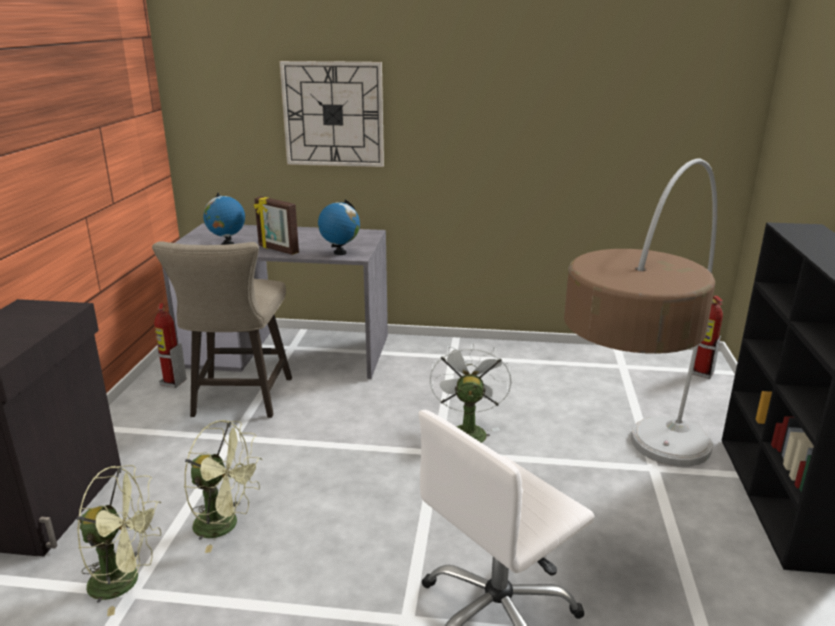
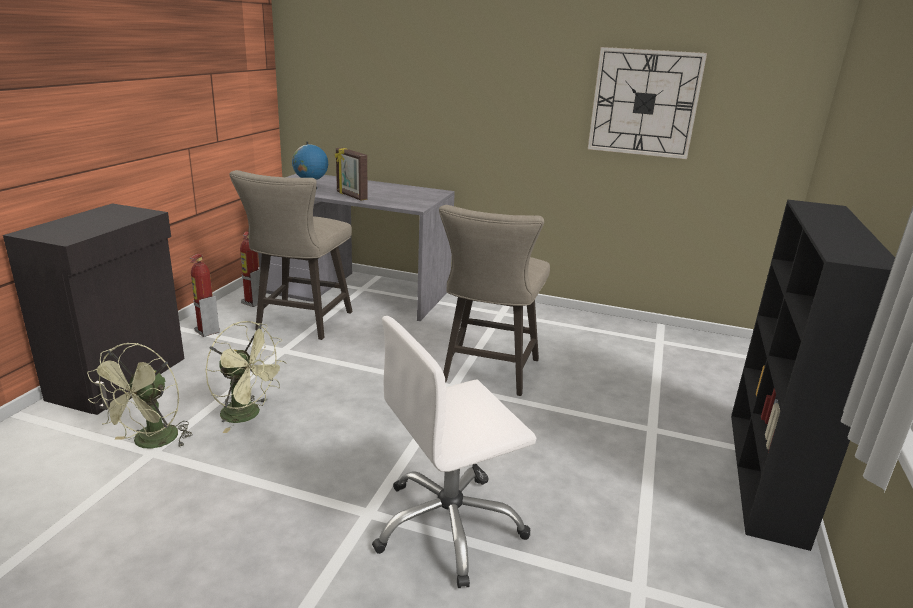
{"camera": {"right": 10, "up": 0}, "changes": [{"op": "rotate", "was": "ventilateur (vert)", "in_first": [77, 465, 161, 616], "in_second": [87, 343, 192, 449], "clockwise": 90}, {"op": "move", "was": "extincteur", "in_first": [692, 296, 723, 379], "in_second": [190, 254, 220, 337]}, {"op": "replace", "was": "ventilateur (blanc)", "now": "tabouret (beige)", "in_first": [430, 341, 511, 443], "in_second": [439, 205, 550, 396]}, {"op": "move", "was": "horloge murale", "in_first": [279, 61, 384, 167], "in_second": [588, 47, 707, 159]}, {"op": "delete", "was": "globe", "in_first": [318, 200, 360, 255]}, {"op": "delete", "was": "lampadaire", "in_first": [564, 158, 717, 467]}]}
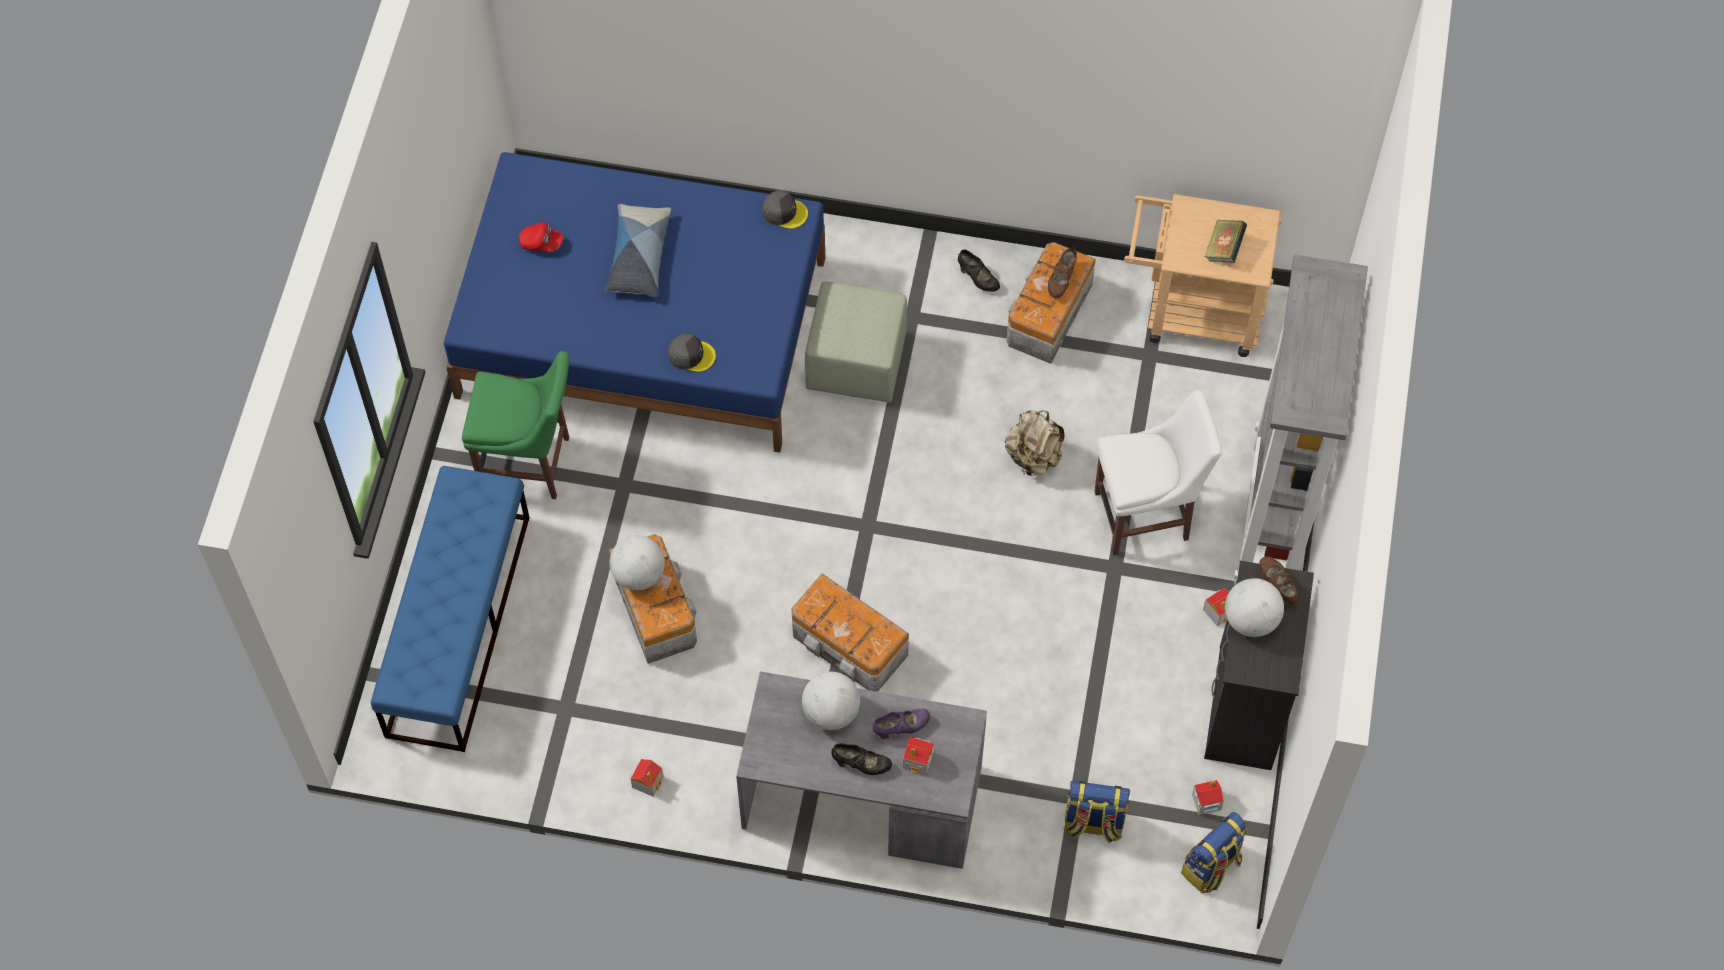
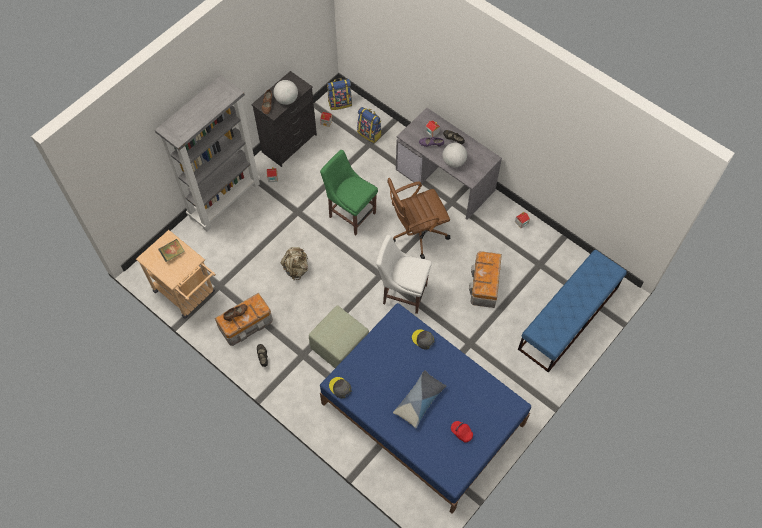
{"camera": {"right": -150, "up": 0}, "changes": [{"op": "move", "was": "chaise (vert)", "in_first": [462, 351, 569, 499], "in_second": [320, 150, 378, 235]}, {"op": "move", "was": "chaise (blanc)", "in_first": [1095, 390, 1222, 555], "in_second": [376, 235, 432, 314]}, {"op": "replace", "was": "boîte de rangement", "now": "chaise de bureau (marron)", "in_first": [791, 573, 909, 691], "in_second": [387, 178, 451, 259]}, {"op": "delete", "was": "globe", "in_first": [610, 535, 665, 590]}]}
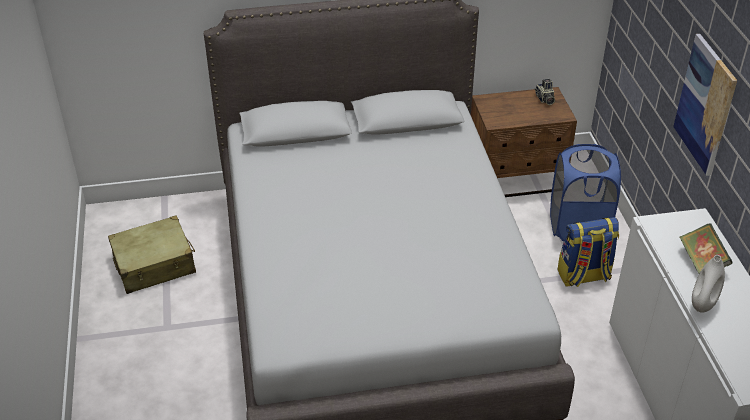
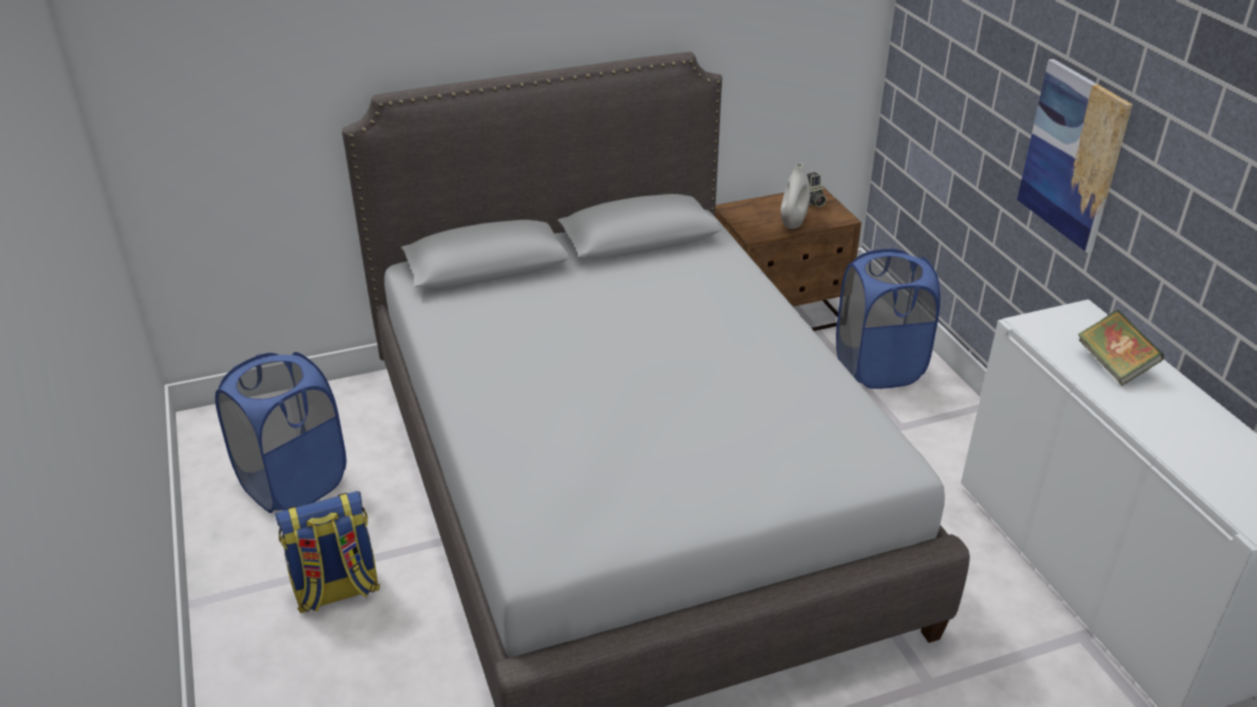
{"camera": {"right": -10, "up": -5}, "changes": [{"op": "replace", "was": "valise (beige)", "now": "panier à linge (bleu)", "in_first": [108, 216, 196, 294], "in_second": [215, 352, 346, 513]}, {"op": "move", "was": "sac à dos", "in_first": [558, 217, 619, 287], "in_second": [275, 491, 380, 613]}, {"op": "move", "was": "vase (blanc)", "in_first": [692, 255, 725, 313], "in_second": [780, 163, 810, 229]}]}
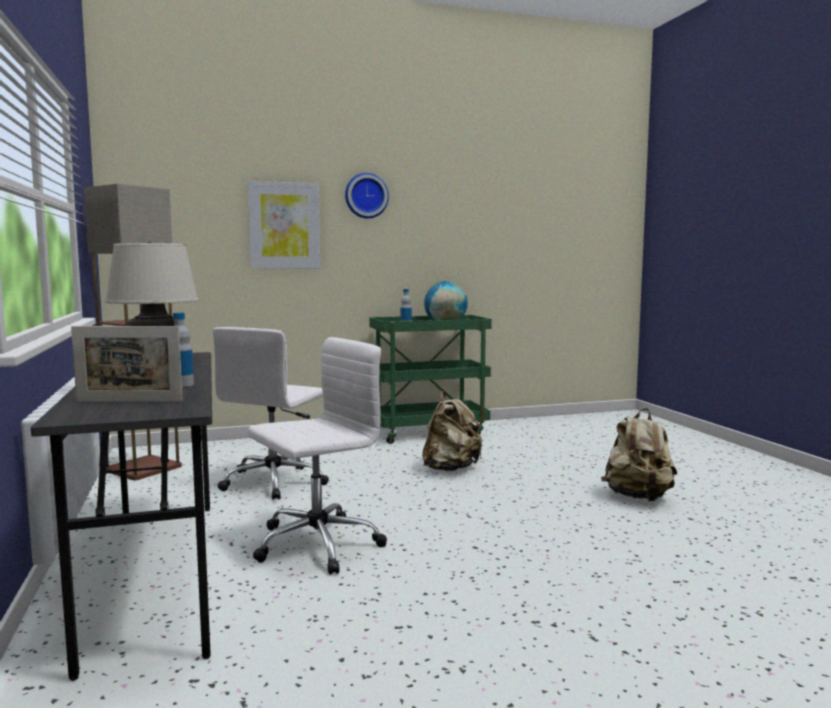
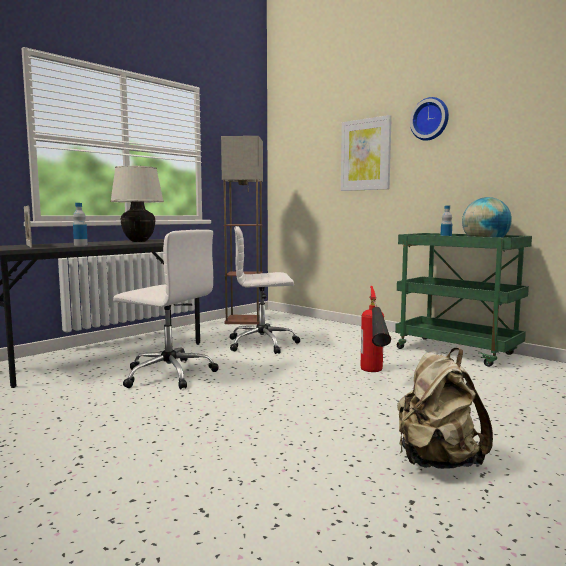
{"camera": {"right": 60, "up": 0}, "changes": [{"op": "replace", "was": "sac à dos (beige)", "now": "extincteur", "in_first": [422, 391, 482, 471], "in_second": [361, 286, 391, 372]}]}
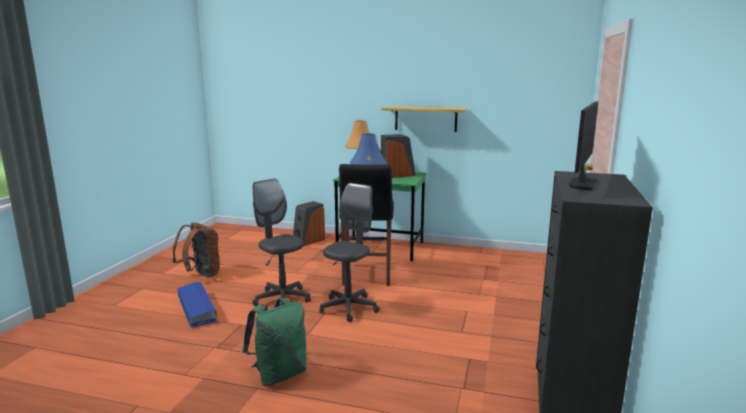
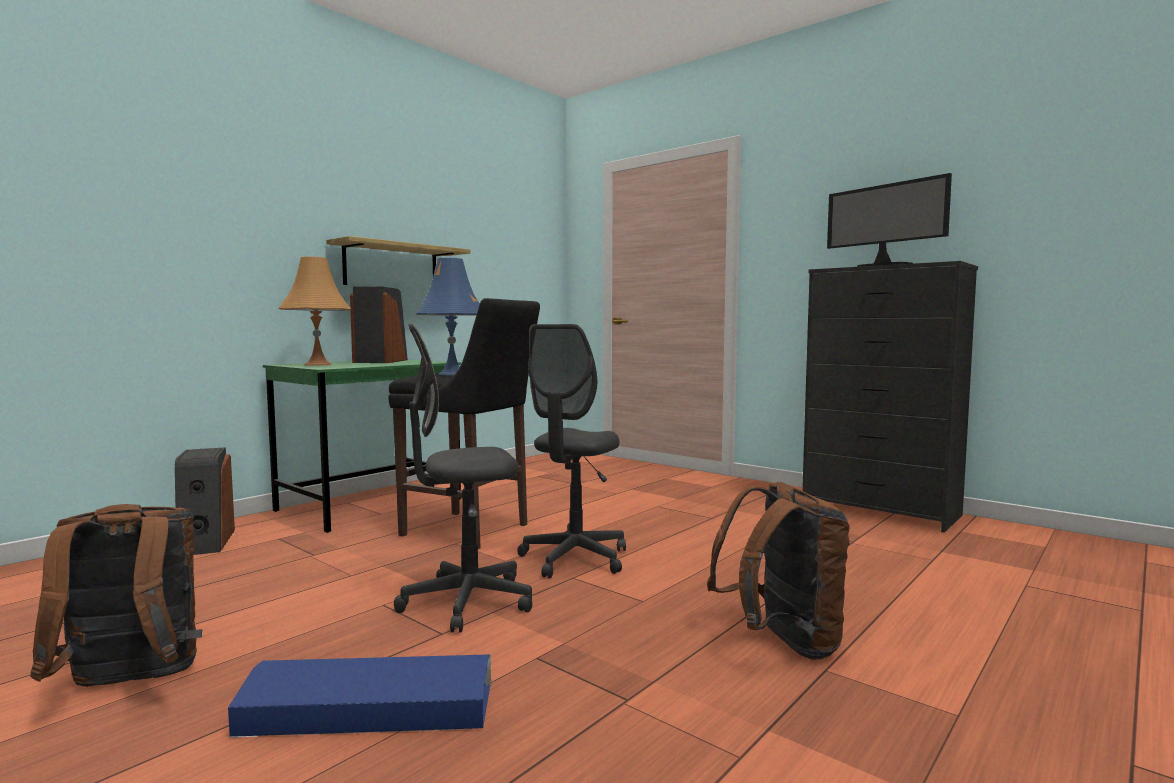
{"camera": {"right": -65, "up": -10}, "changes": [{"op": "rotate", "was": "chaise de bureau (gris)", "in_first": [319, 183, 380, 322], "in_second": [517, 324, 626, 578], "clockwise": -120}, {"op": "recolor", "was": "sac à dos (vert)", "now": "sac à dos (marron)", "in_first": [242, 298, 307, 386], "in_second": [707, 482, 850, 660]}]}
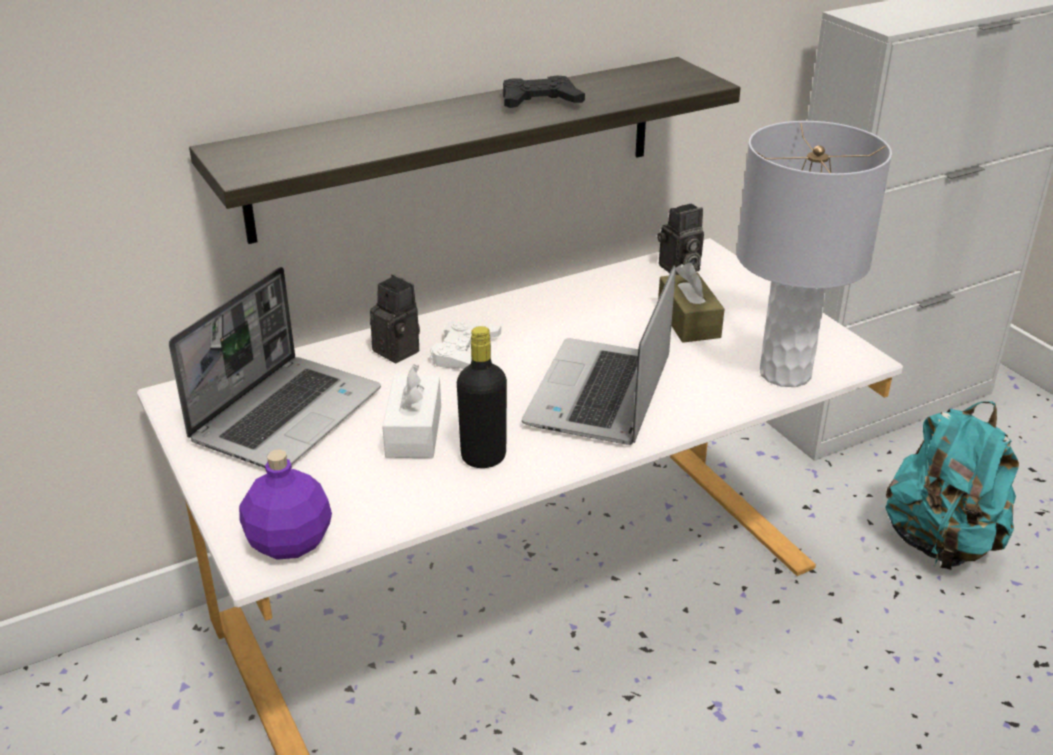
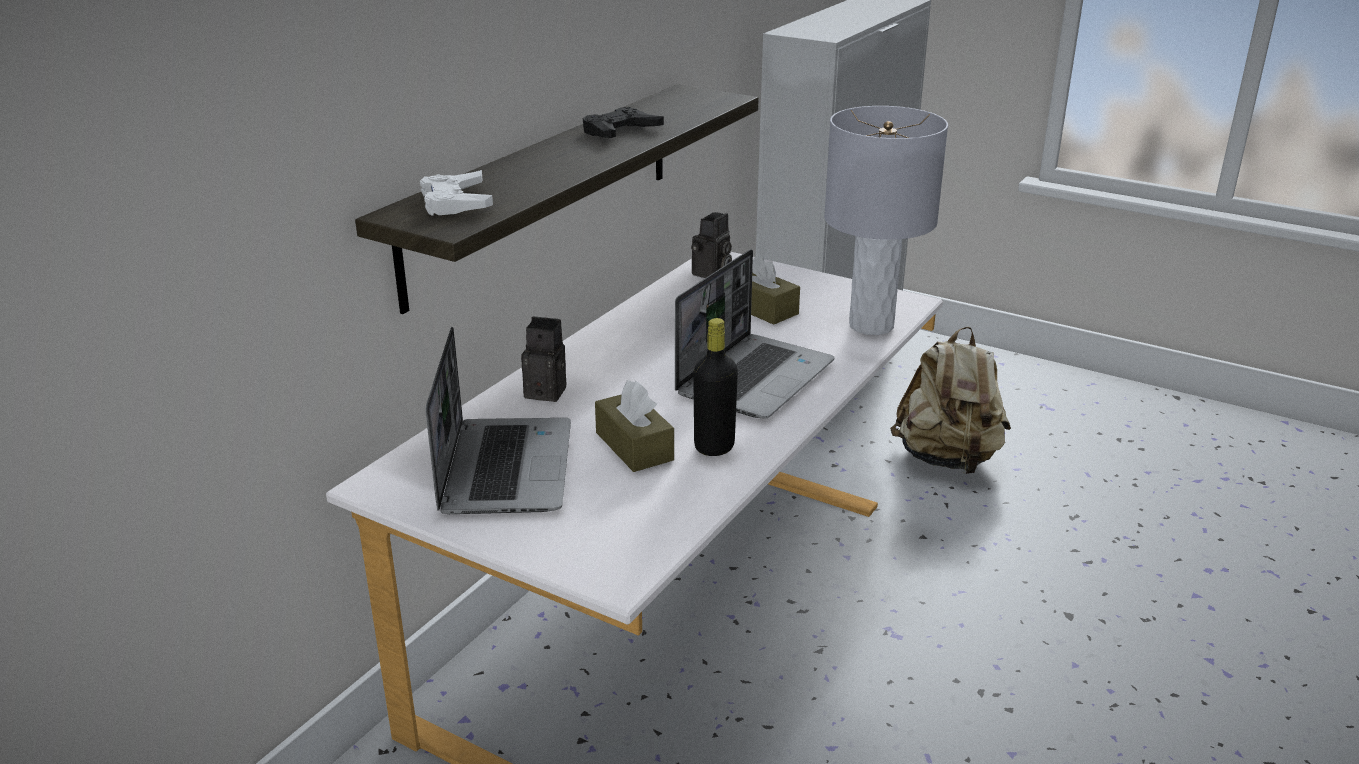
{"camera": {"right": -30, "up": -5}, "changes": [{"op": "move", "was": "manette (blanc)", "in_first": [430, 321, 501, 369], "in_second": [420, 170, 493, 216]}, {"op": "recolor", "was": "boîte à mouchoirs (blanc)", "now": "boîte à mouchoirs (marron)", "in_first": [382, 364, 441, 458], "in_second": [595, 380, 674, 472]}, {"op": "rotate", "was": "ordinateur portable", "in_first": [522, 265, 675, 445], "in_second": [675, 249, 835, 418], "clockwise": -135}, {"op": "recolor", "was": "sac à dos (turquoise)", "now": "sac à dos (beige)", "in_first": [885, 401, 1019, 570], "in_second": [890, 326, 1011, 474]}, {"op": "delete", "was": "bouteille (violet)", "in_first": [239, 450, 332, 560]}]}
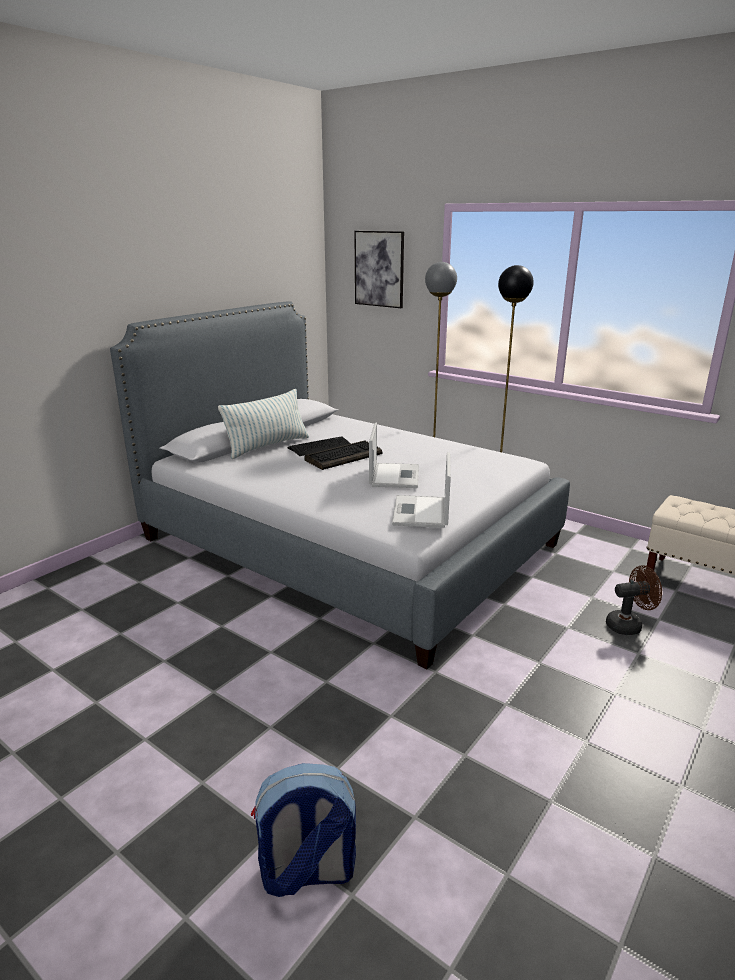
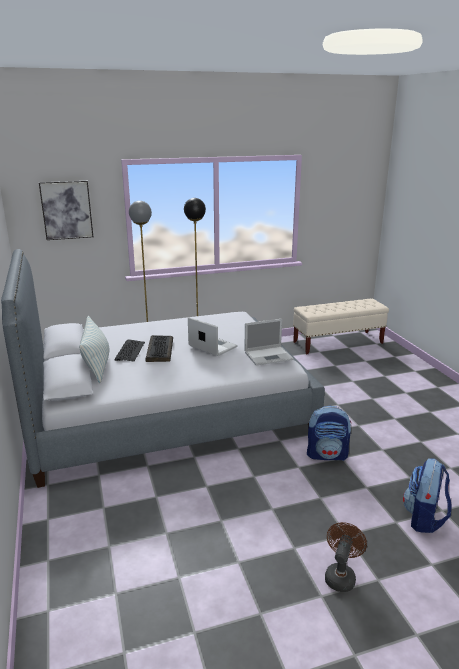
{"camera": {"right": -55, "up": 0}, "changes": [{"op": "rotate", "was": "ordinateur portable", "in_first": [392, 452, 451, 528], "in_second": [244, 319, 294, 366], "clockwise": -60}, {"op": "insert", "now": "sac à dos", "in_second": [307, 406, 351, 461]}, {"op": "move", "was": "ventilateur (marron)", "in_first": [606, 565, 662, 635], "in_second": [325, 522, 367, 592]}]}
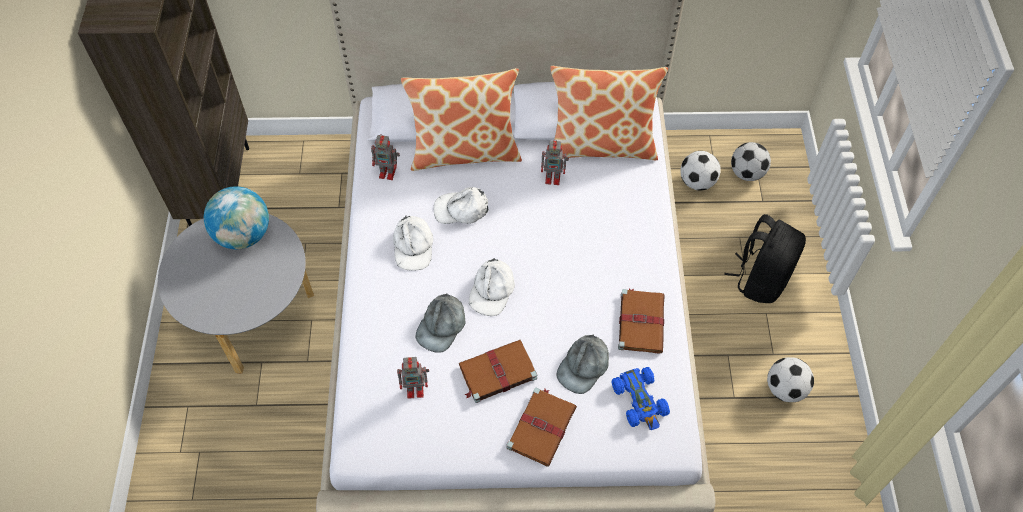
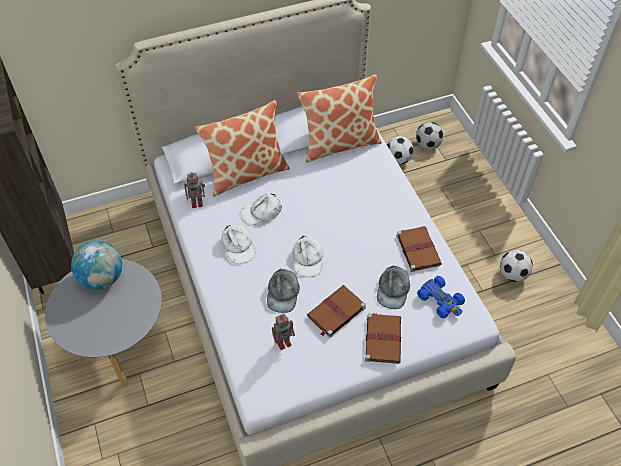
{"camera": {"right": -20, "up": -5}, "changes": [{"op": "delete", "was": "robot jouet", "in_first": [541, 140, 569, 185]}, {"op": "delete", "was": "sac à dos (noir)", "in_first": [724, 214, 806, 303]}]}
